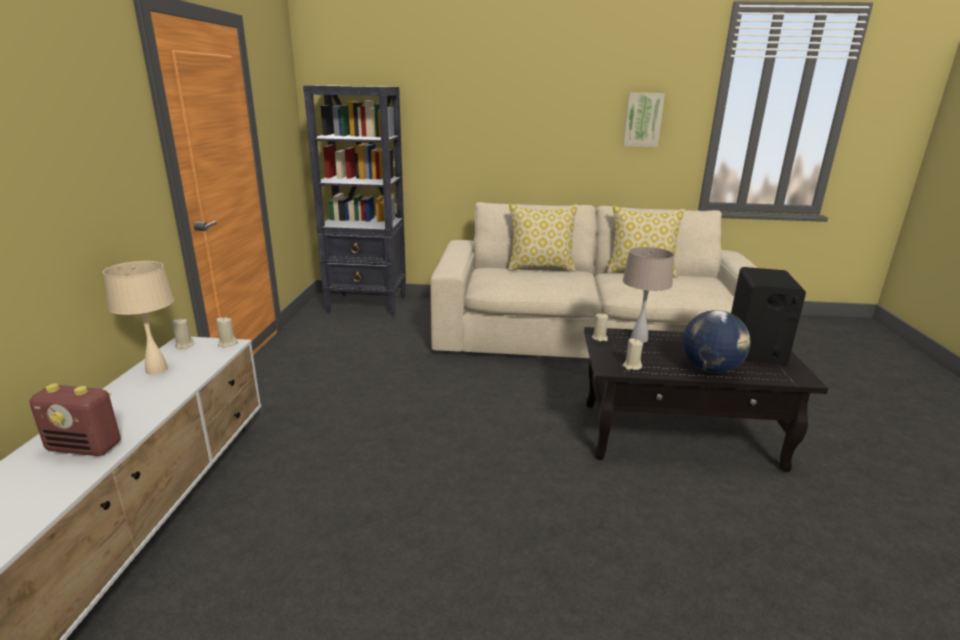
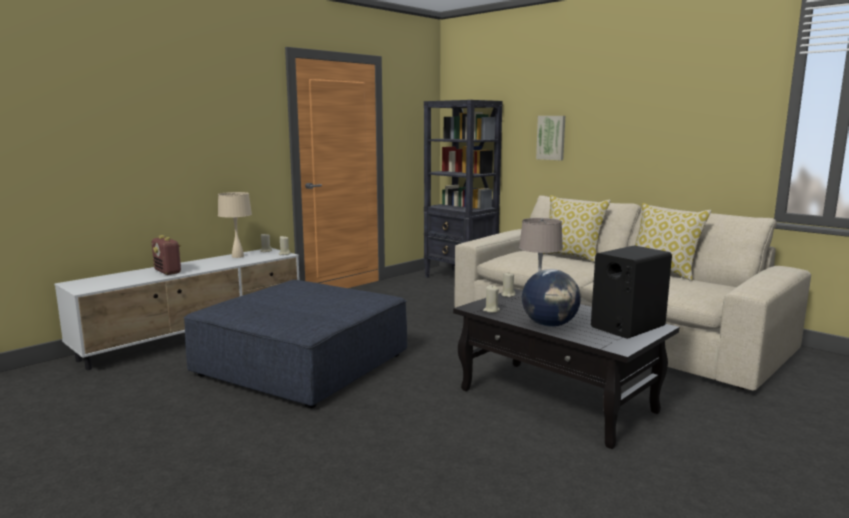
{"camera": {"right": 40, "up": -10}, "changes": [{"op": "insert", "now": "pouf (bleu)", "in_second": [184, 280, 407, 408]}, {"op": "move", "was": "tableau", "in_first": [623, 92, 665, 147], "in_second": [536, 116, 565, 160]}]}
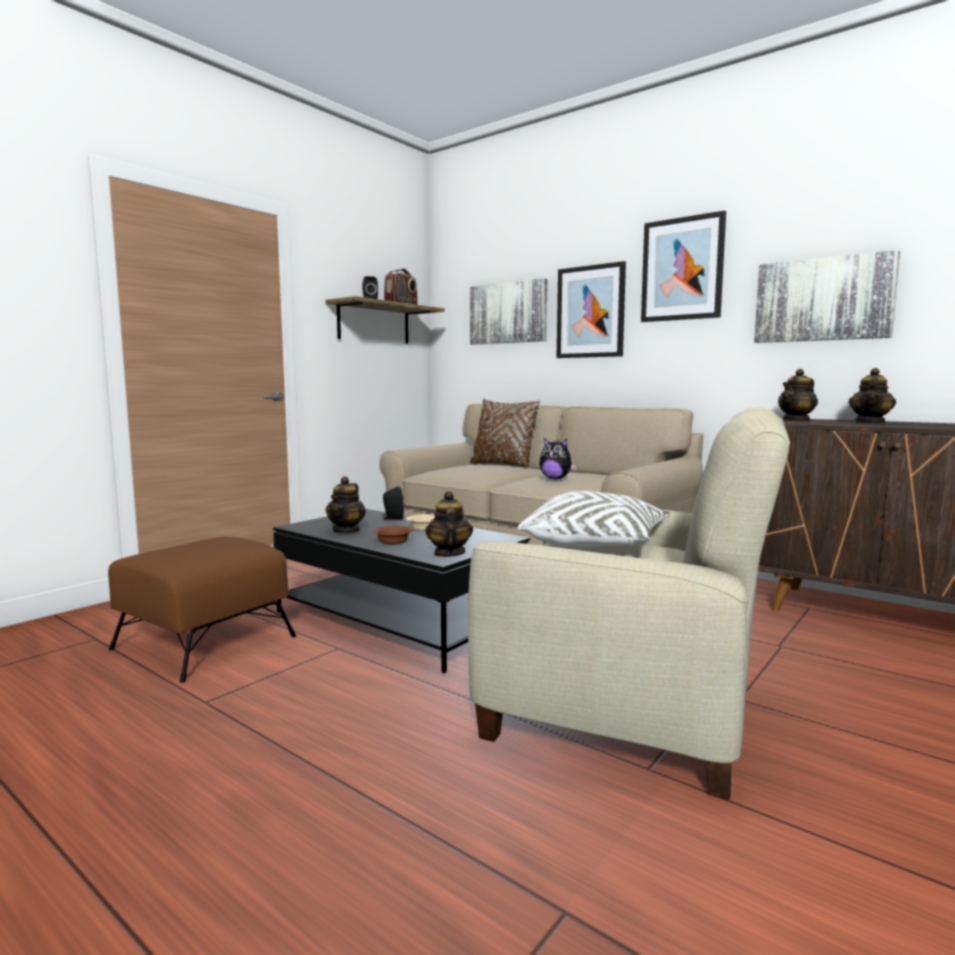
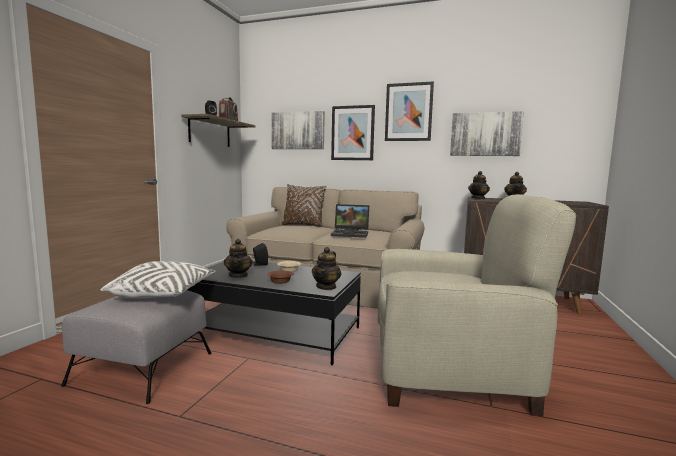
{"camera": {"right": -20, "up": 0}, "changes": [{"op": "recolor", "was": "pouf (marron)", "now": "pouf (gris)", "in_first": [108, 537, 296, 683], "in_second": [61, 290, 212, 404]}, {"op": "move", "was": "coussin (blanc)", "in_first": [518, 491, 671, 547], "in_second": [101, 261, 216, 299]}, {"op": "rotate", "was": "théière", "in_first": [425, 491, 473, 557], "in_second": [312, 247, 341, 290], "clockwise": -135}, {"op": "replace", "was": "peluche", "now": "ordinateur portable", "in_first": [539, 438, 577, 479], "in_second": [331, 204, 369, 238]}]}
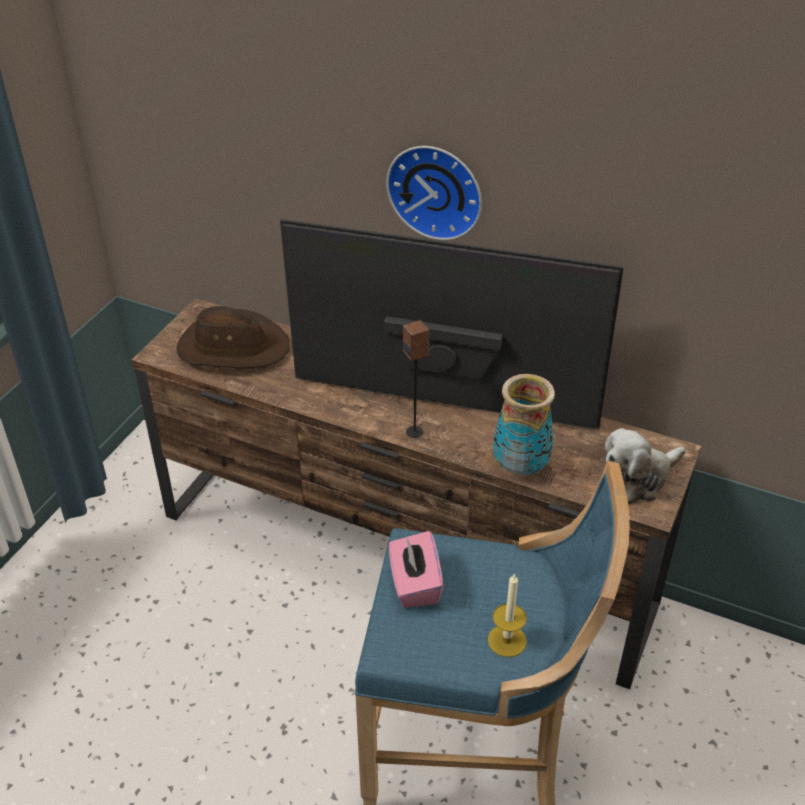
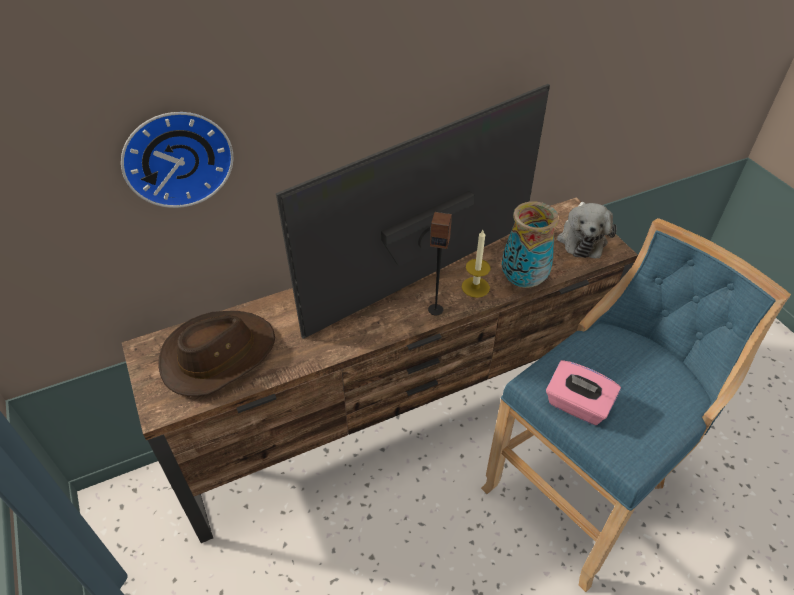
{"camera": {"right": -50, "up": 5}, "changes": [{"op": "move", "was": "horloge murale", "in_first": [386, 146, 482, 240], "in_second": [121, 112, 233, 208]}, {"op": "move", "was": "bougie", "in_first": [488, 573, 527, 657], "in_second": [461, 230, 491, 298]}]}
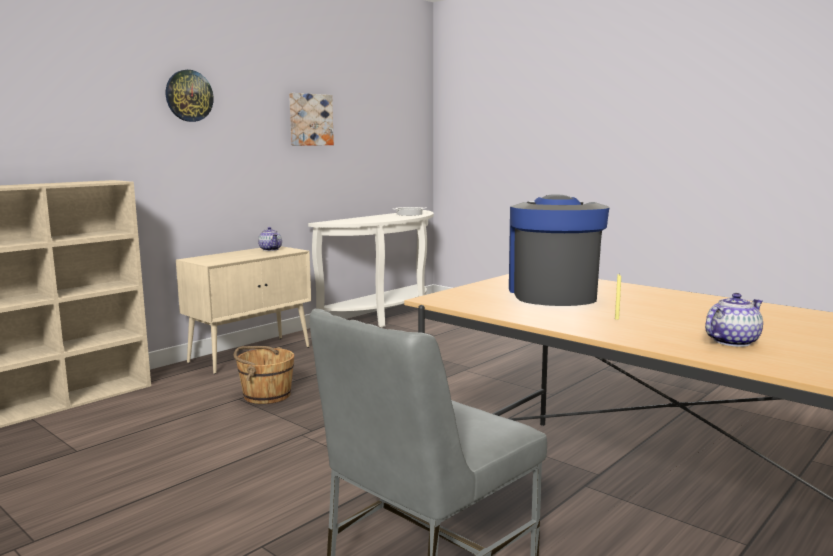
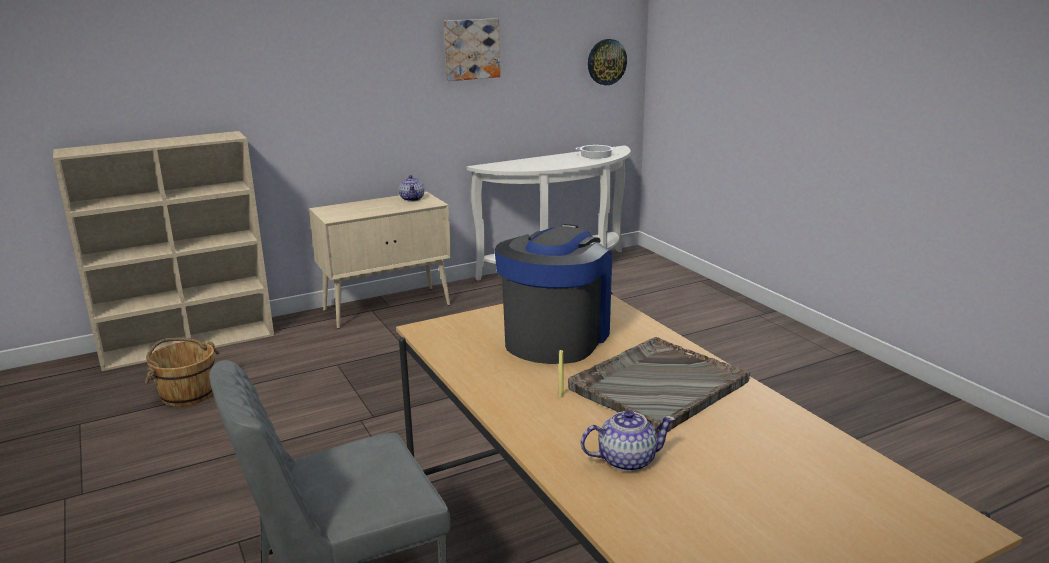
{"camera": {"right": 20, "up": 10}, "changes": [{"op": "move", "was": "seau (marron)", "in_first": [234, 346, 294, 404], "in_second": [145, 338, 220, 407]}, {"op": "insert", "now": "plateau (gris)", "in_second": [568, 337, 750, 432]}, {"op": "move", "was": "horloge murale", "in_first": [166, 70, 214, 122], "in_second": [588, 39, 627, 85]}]}
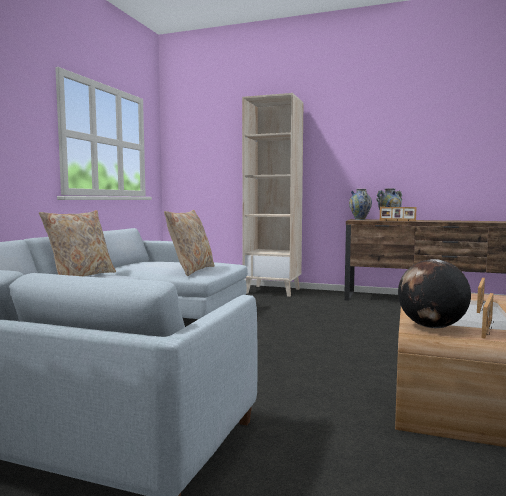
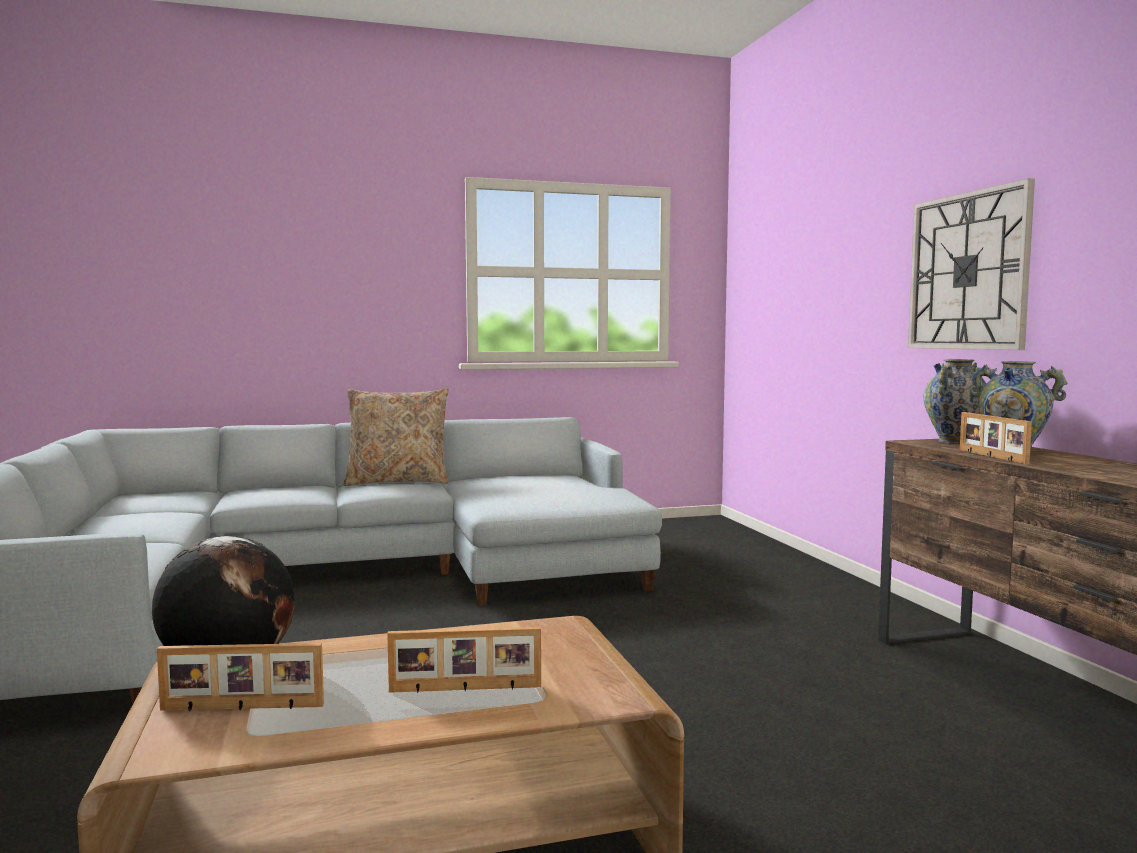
{"camera": {"right": 55, "up": 0}, "changes": [{"op": "insert", "now": "horloge murale", "in_second": [908, 178, 1035, 350]}, {"op": "delete", "was": "coussin (beige)", "in_first": [164, 210, 215, 276]}, {"op": "delete", "was": "bibliothèque (beige)", "in_first": [242, 93, 303, 297]}]}
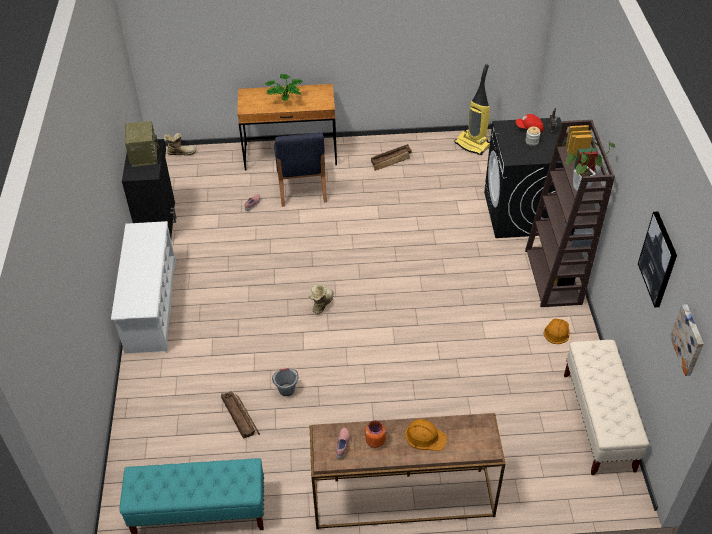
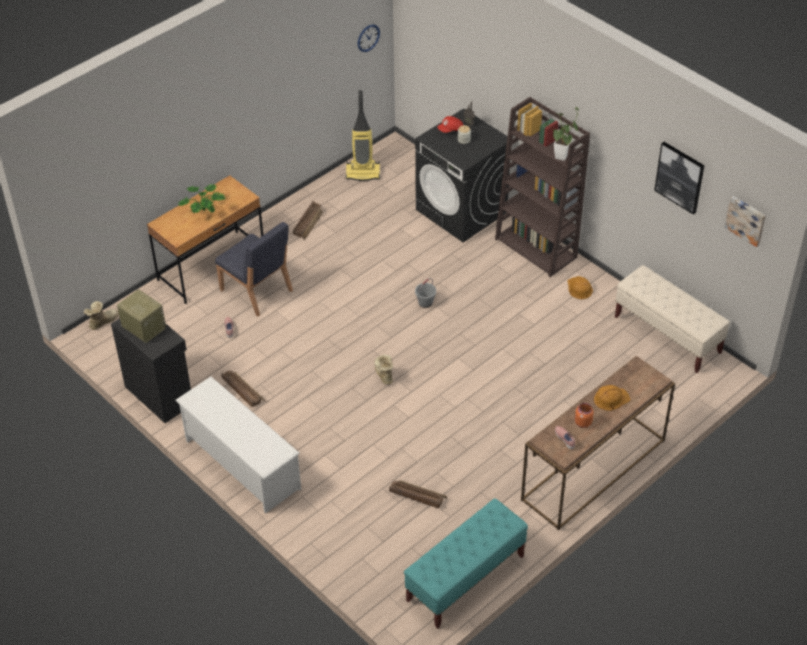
{"camera": {"right": -40, "up": 0}, "changes": [{"op": "insert", "now": "caisse", "in_second": [221, 370, 266, 407]}, {"op": "insert", "now": "horloge murale", "in_second": [358, 25, 380, 52]}, {"op": "move", "was": "seau (gris)", "in_first": [272, 368, 298, 396], "in_second": [415, 278, 436, 308]}]}
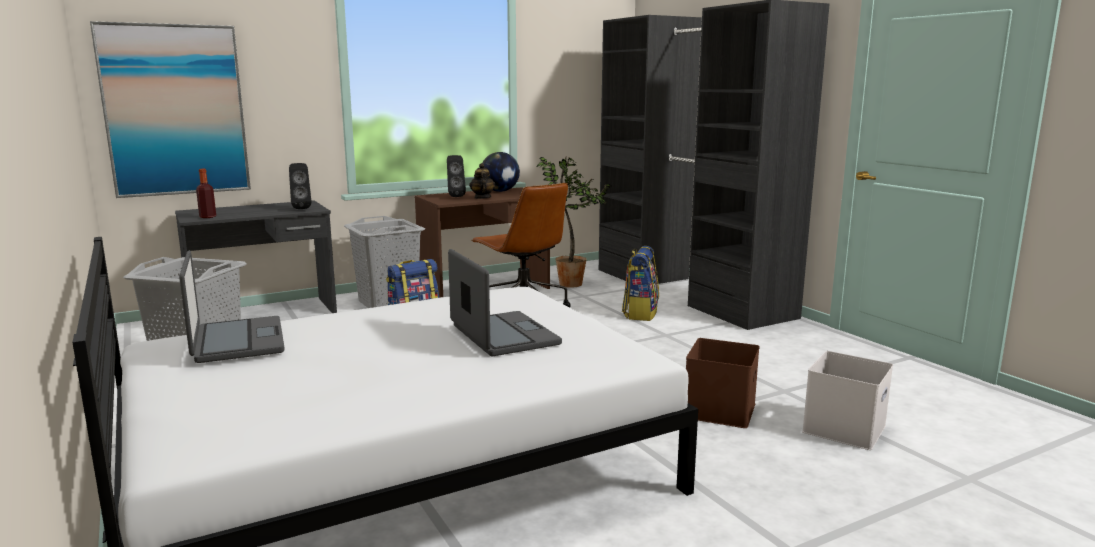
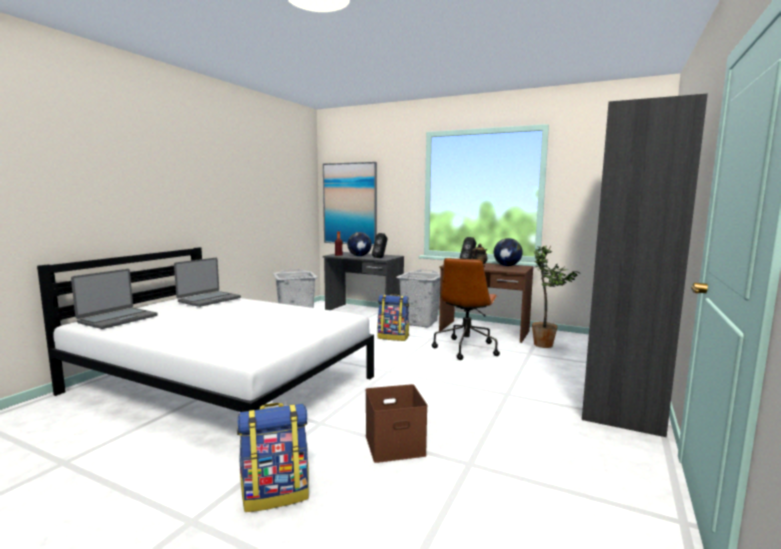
{"camera": {"right": 55, "up": -5}, "changes": [{"op": "move", "was": "ordinateur portable", "in_first": [448, 249, 562, 356], "in_second": [71, 269, 158, 329]}, {"op": "move", "was": "sac à dos", "in_first": [622, 246, 659, 321], "in_second": [237, 403, 309, 512]}, {"op": "insert", "now": "globe", "in_second": [347, 232, 372, 256]}, {"op": "delete", "was": "boîte de rangement (blanc)", "in_first": [802, 351, 893, 450]}]}
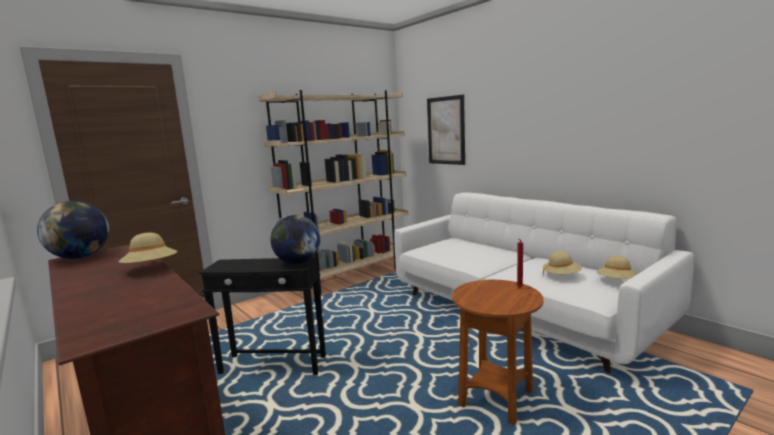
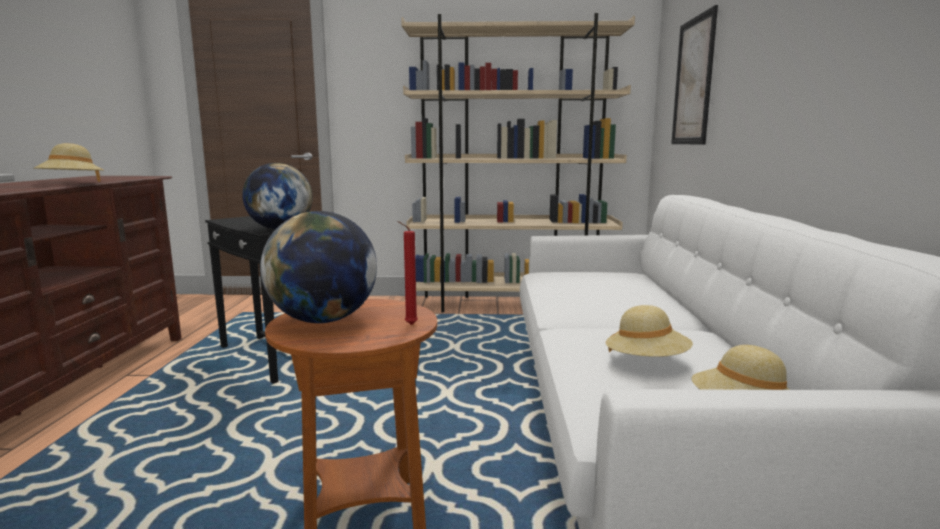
{"camera": {"right": 40, "up": 0}, "changes": [{"op": "move", "was": "globe", "in_first": [37, 201, 109, 259], "in_second": [260, 211, 377, 323]}]}
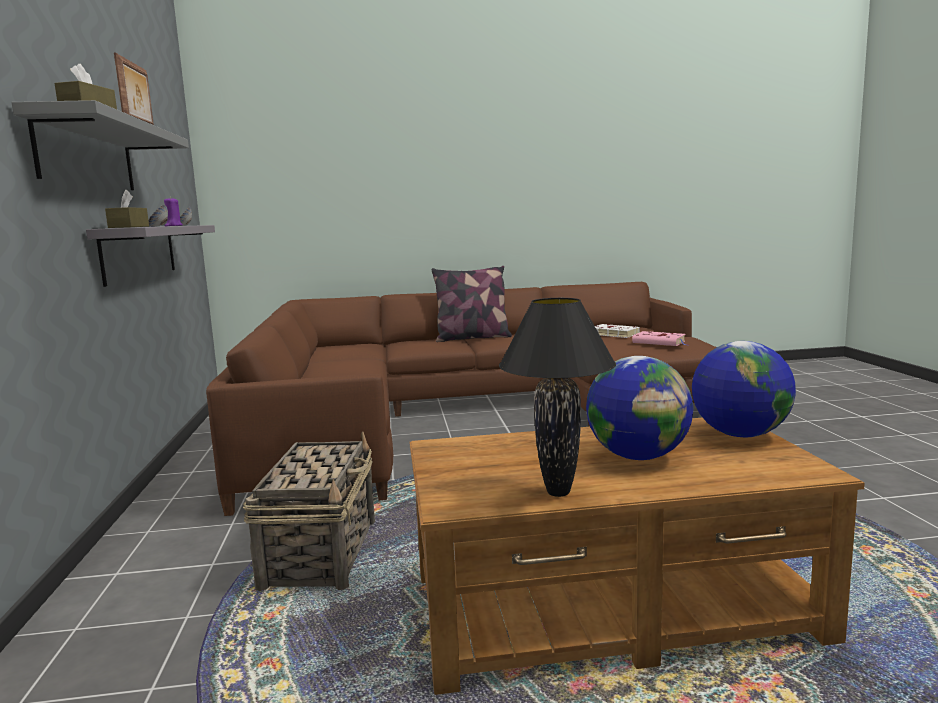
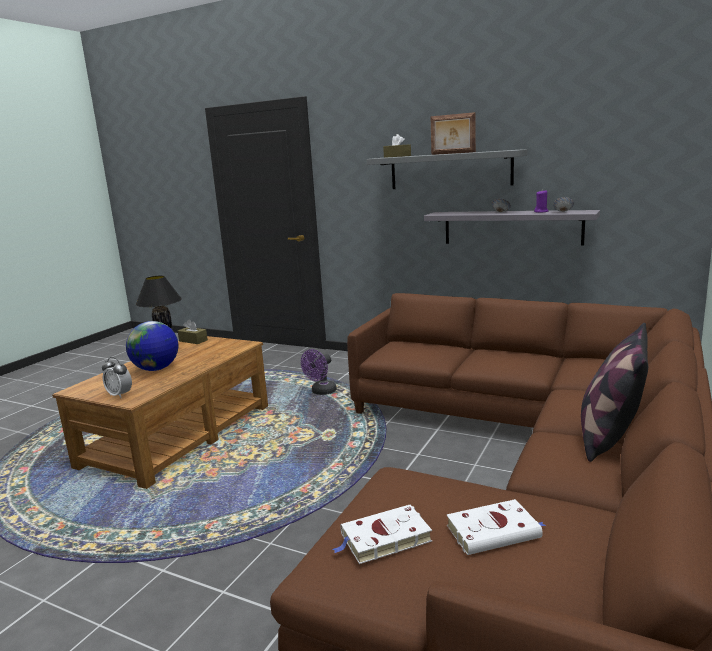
{"camera": {"right": 125, "up": 5}, "changes": [{"op": "replace", "was": "globe", "now": "réveil", "in_first": [692, 341, 796, 437], "in_second": [102, 357, 132, 398]}, {"op": "move", "was": "boîte à mouchoirs (marron)", "in_first": [105, 190, 149, 228], "in_second": [178, 319, 208, 344]}, {"op": "replace", "was": "panier", "now": "ventilateur (violet)", "in_first": [243, 432, 375, 591], "in_second": [301, 349, 337, 395]}, {"op": "recolor", "was": "livre (rose)", "now": "livre (blanc)", "in_first": [632, 331, 689, 346], "in_second": [332, 505, 432, 564]}]}
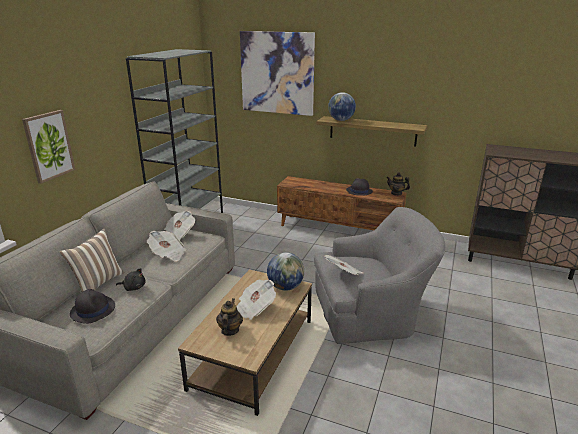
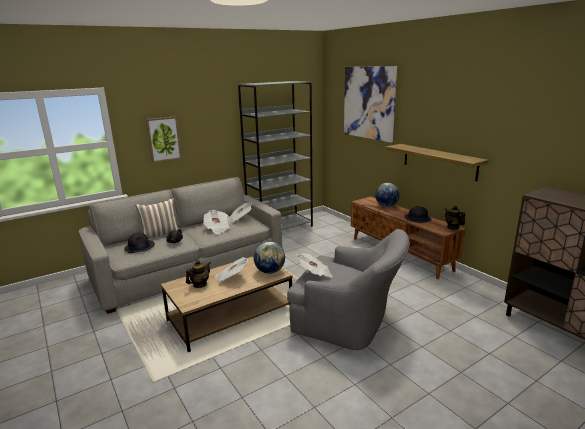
{"camera": {"right": 35, "up": -5}, "changes": [{"op": "move", "was": "globe", "in_first": [328, 92, 356, 121], "in_second": [375, 183, 400, 207]}]}
